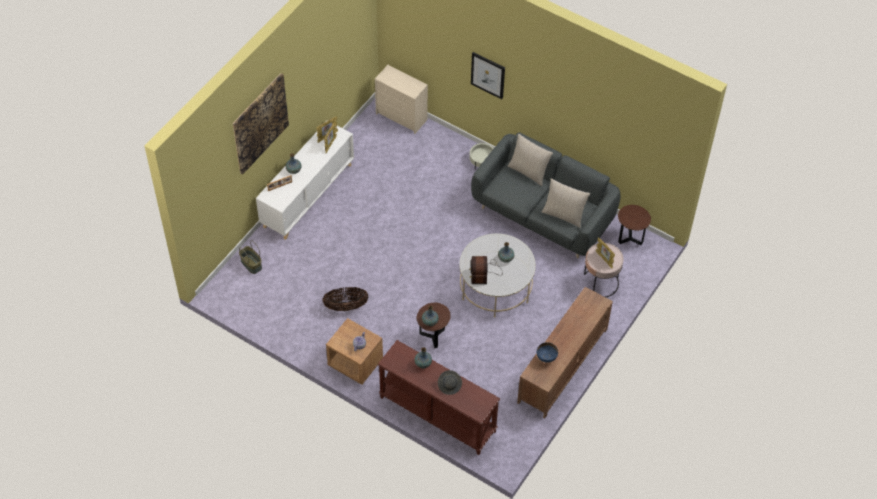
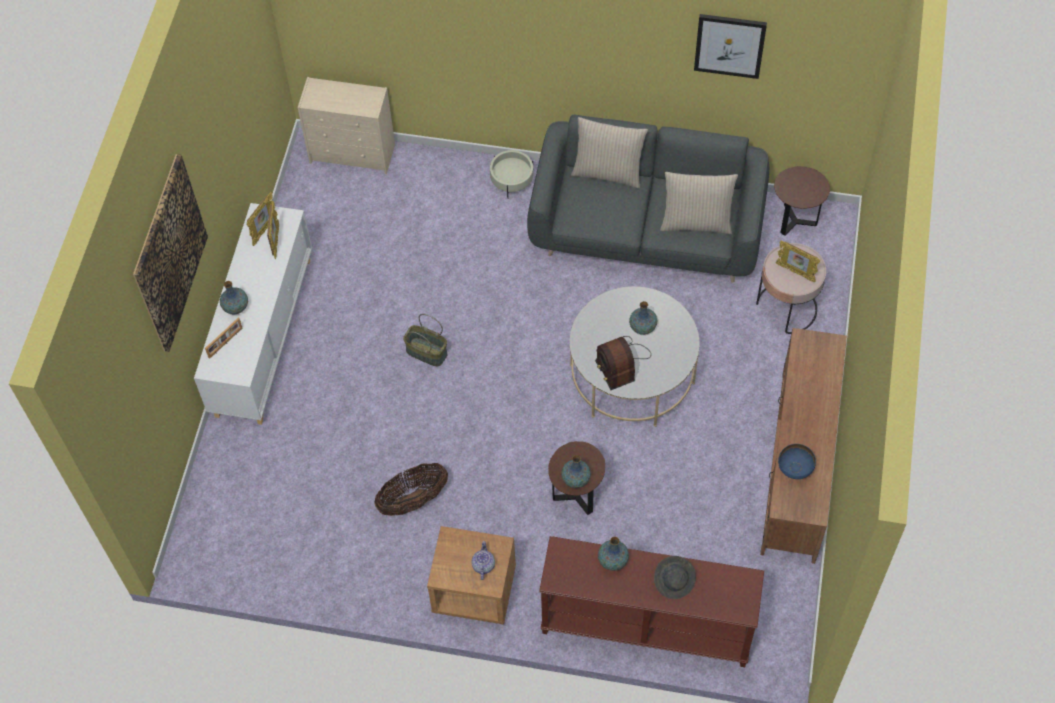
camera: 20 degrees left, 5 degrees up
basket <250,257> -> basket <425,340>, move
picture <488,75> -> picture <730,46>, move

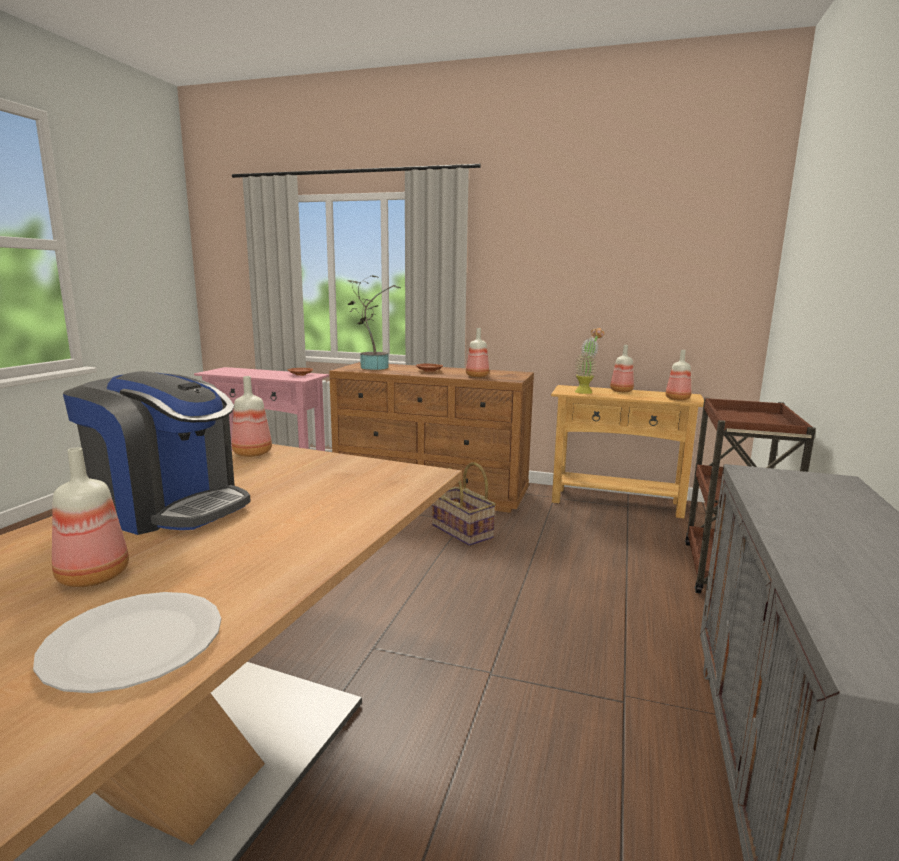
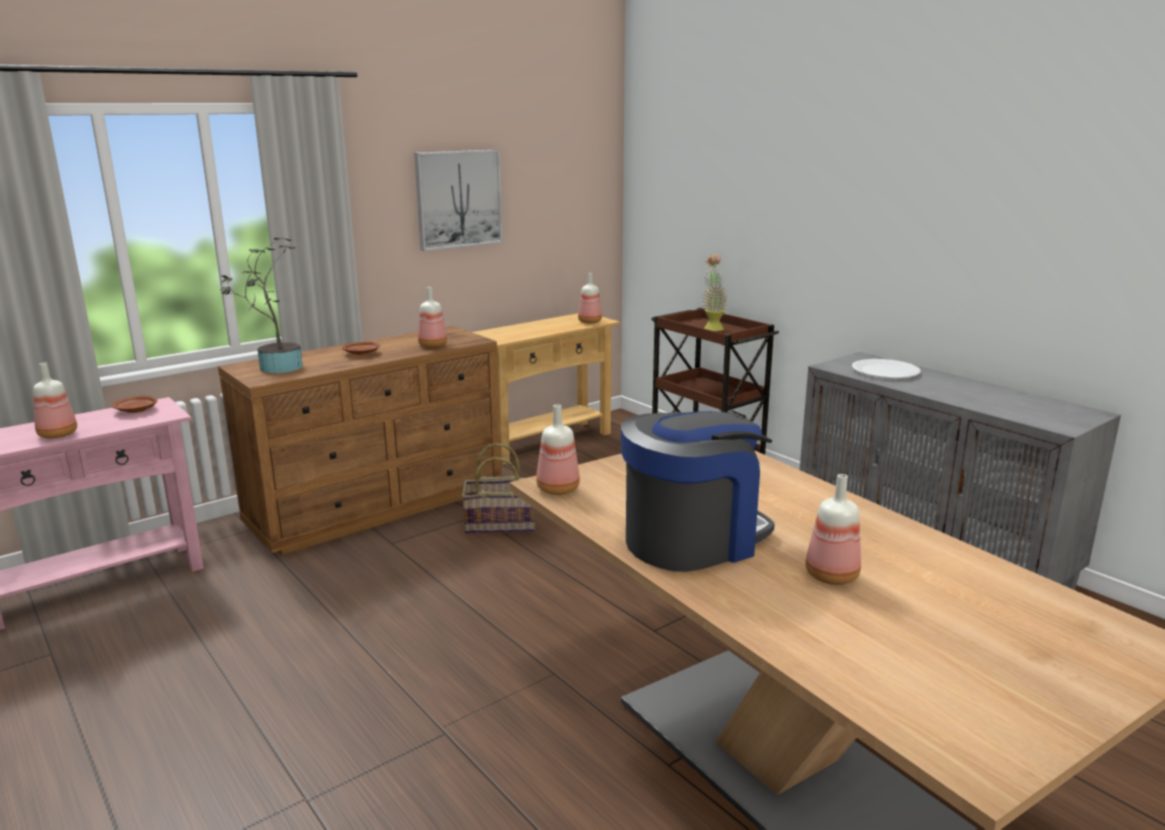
camera: 55 degrees left, 5 degrees up
none -> picture <458,200>
white-coloured dinner plate <127,642> -> white-coloured dinner plate <886,368>, move
houseplant <589,361> -> houseplant <715,292>, move
drink bottle <622,368> -> drink bottle <55,401>, move

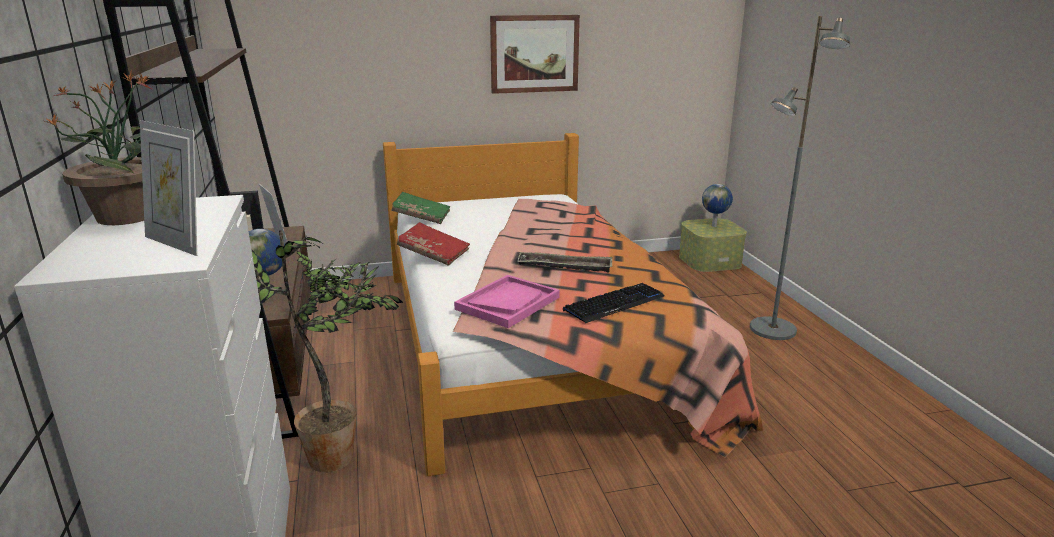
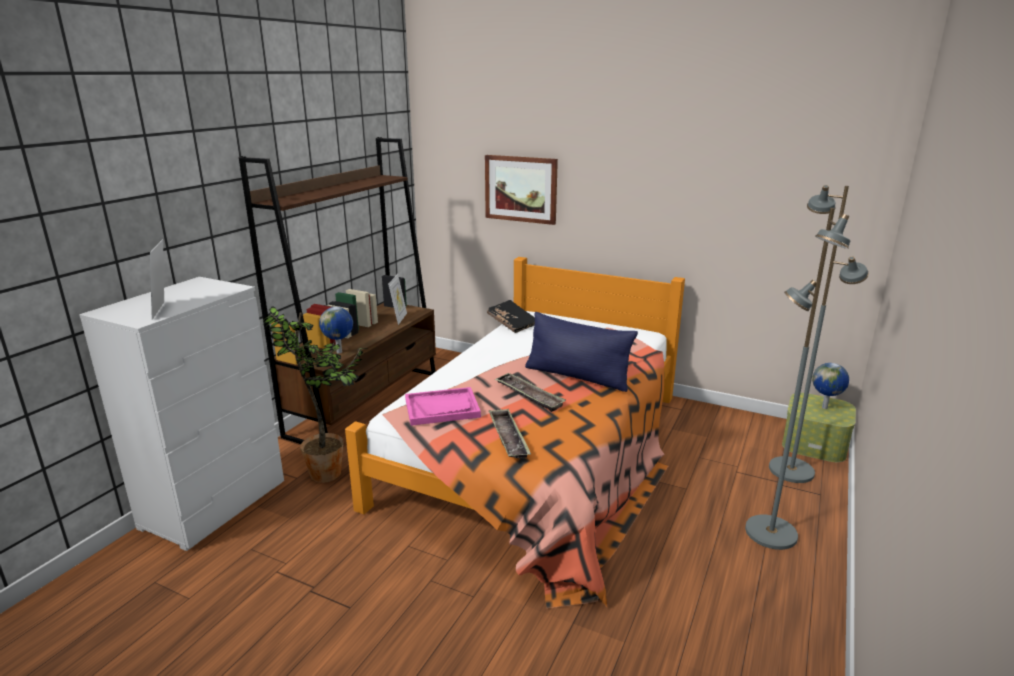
camera: 40 degrees right, 0 degrees up
houseplant <99,147> -> none
reddish bound book <433,244> -> none
none -> bluish cushion <581,352>
none -> greyish standard lamp <819,334>
picture <535,54> -> picture <521,190>, move
keyboard <614,303> -> serving tray <510,433>
green-coloured bound book <420,208> -> black-coloured bound book <511,316>

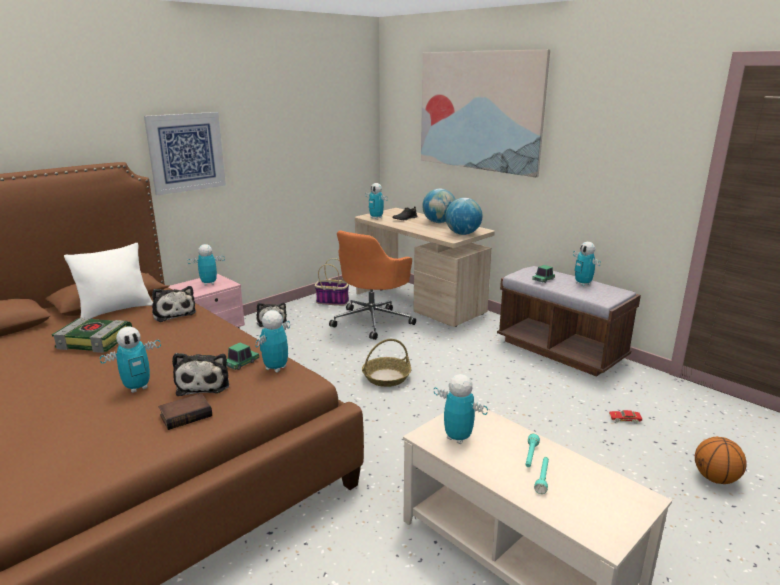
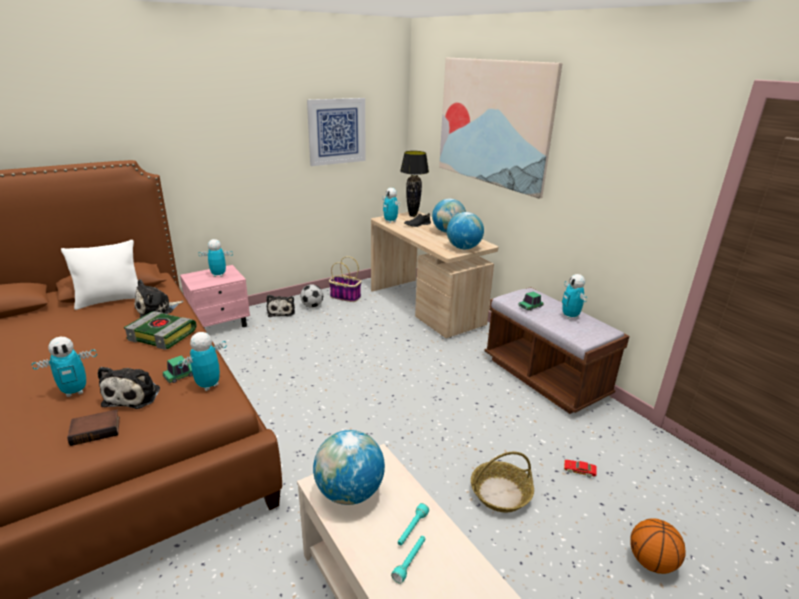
camera: 10 degrees right, 5 degrees up
orangey computer chair <372,285> -> none
none -> football <311,296>
none -> black-coloured tabletop lamp <414,184>
bound book <92,335> -> bound book <160,330>, move
picture <185,153> -> picture <336,132>, move
basket <386,363> -> basket <502,482>, move
model robot <460,409> -> globe <349,467>
soft toy <174,304> -> soft toy <159,298>, 75 degrees clockwise

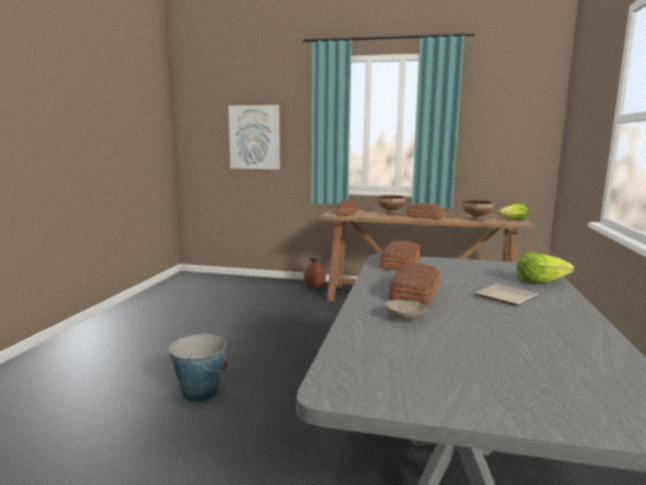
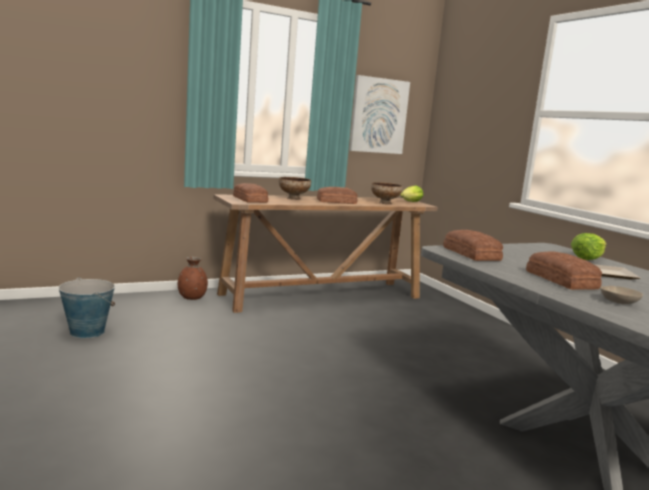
camera: 40 degrees left, 0 degrees up
bucket <198,367> -> bucket <86,308>, move
picture <254,137> -> picture <379,114>, move

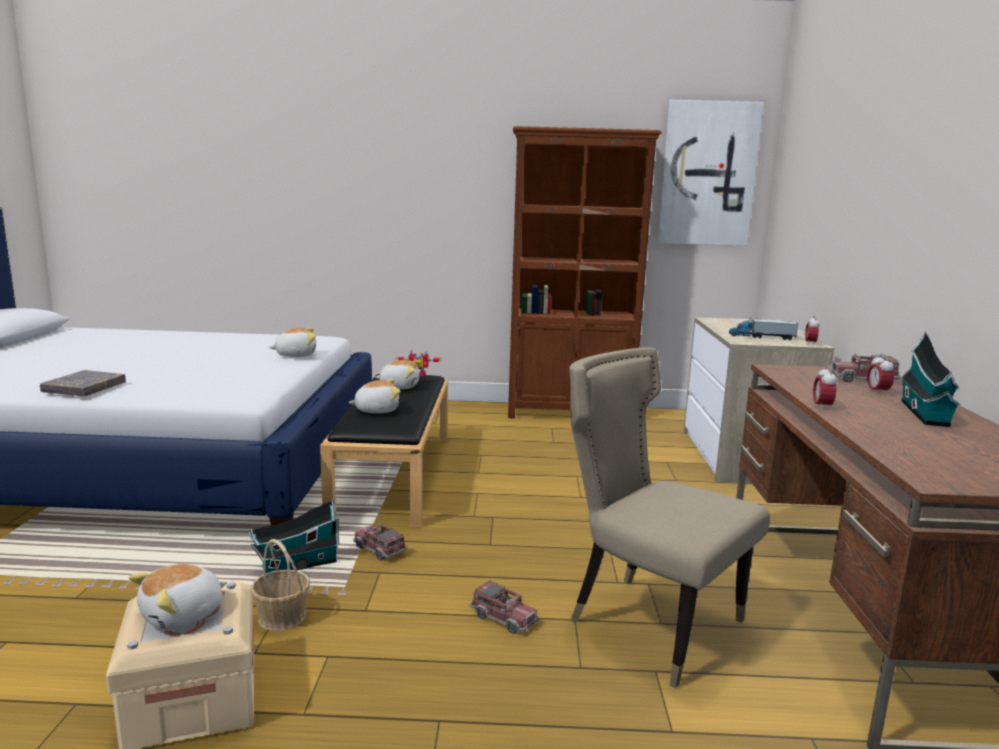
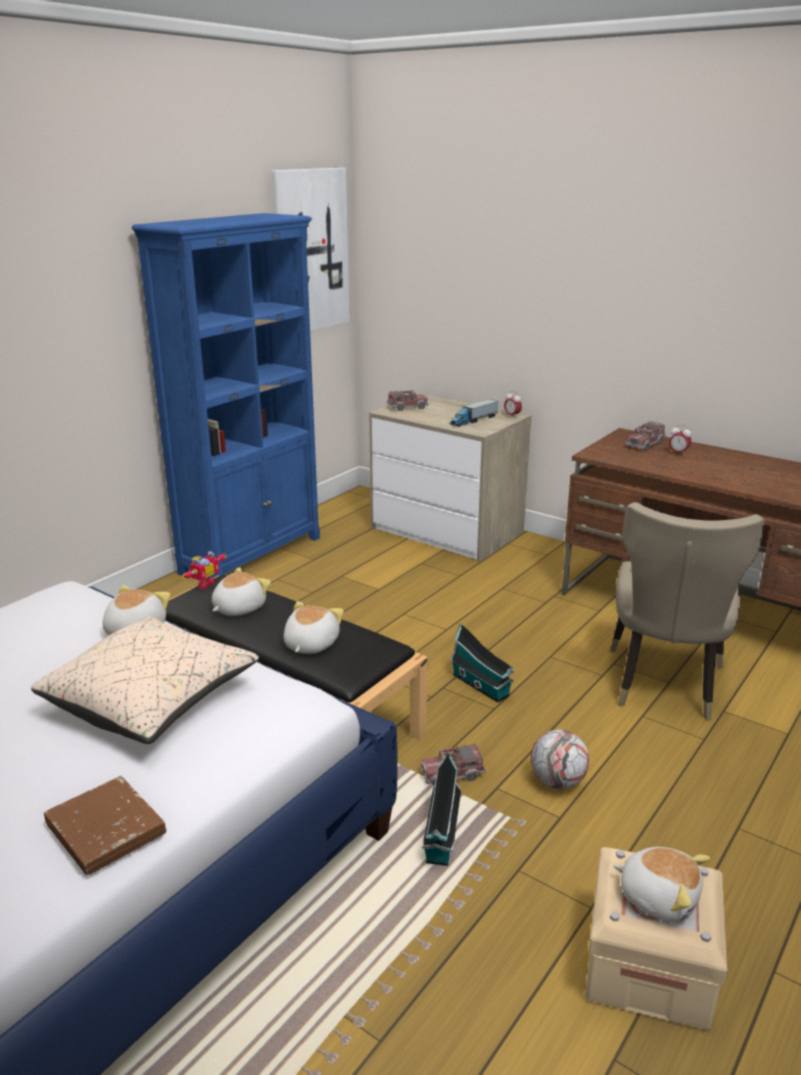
camera: 55 degrees left, 10 degrees up
basket <281,585> -> none
bedside clock <825,387> -> none
none -> beige cushion <145,680>
none -> football <560,759>
toy lorry <504,607> -> toy lorry <407,400>, move
toy house <931,379> -> toy house <482,663>, move
greyish bound book <83,383> -> brownish bound book <105,825>
brownish bookshelf <585,272> -> bluish bookshelf <226,395>
soft toy <178,597> -> soft toy <661,884>, 45 degrees counterclockwise
beige plain chair <669,518> -> beige plain chair <687,611>, 60 degrees counterclockwise

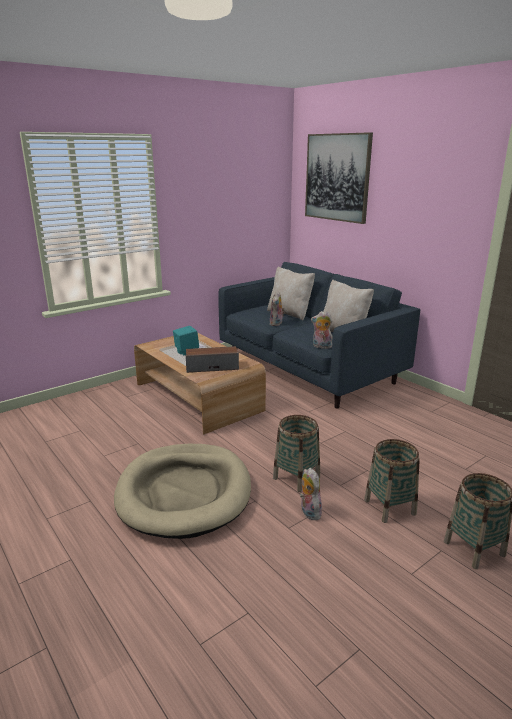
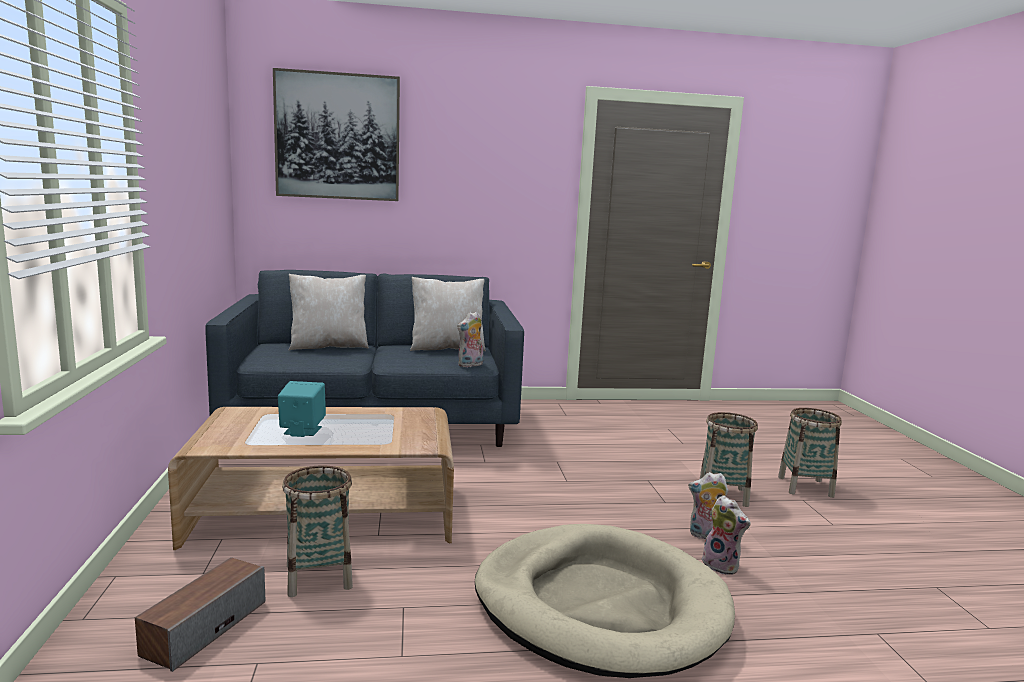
camera: 60 degrees left, 10 degrees down
audio speaker <212,359> -> audio speaker <200,614>, move
soft toy <277,308> -> soft toy <726,535>, move
basket <296,453> -> basket <317,531>, move

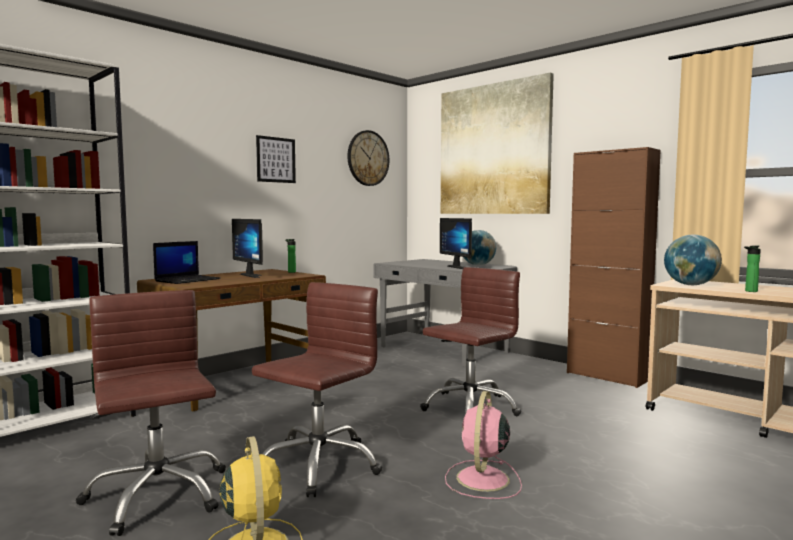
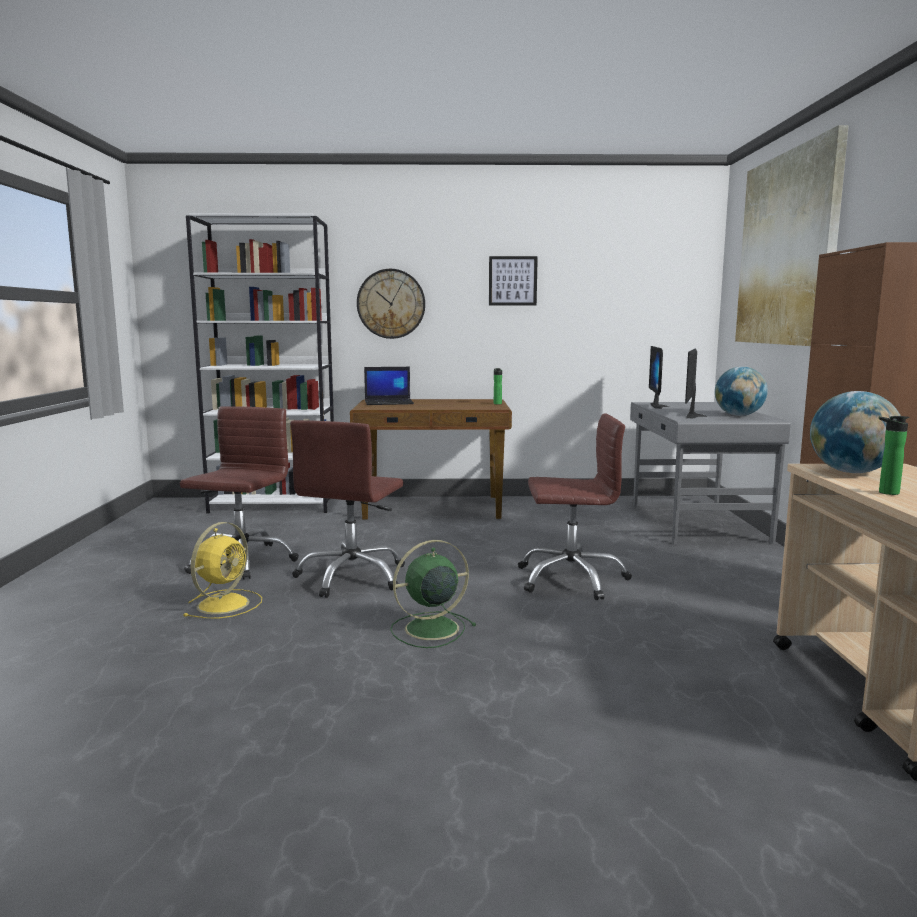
camera: 45 degrees right, 5 degrees up
computer screen <247,248> -> computer screen <659,377>, move
wall clock <368,158> -> wall clock <391,304>, move
pink-coloured cooling fan <483,445> -> green-coloured cooling fan <433,594>
brownish computer chair <317,389> -> brownish computer chair <347,509>, 120 degrees clockwise

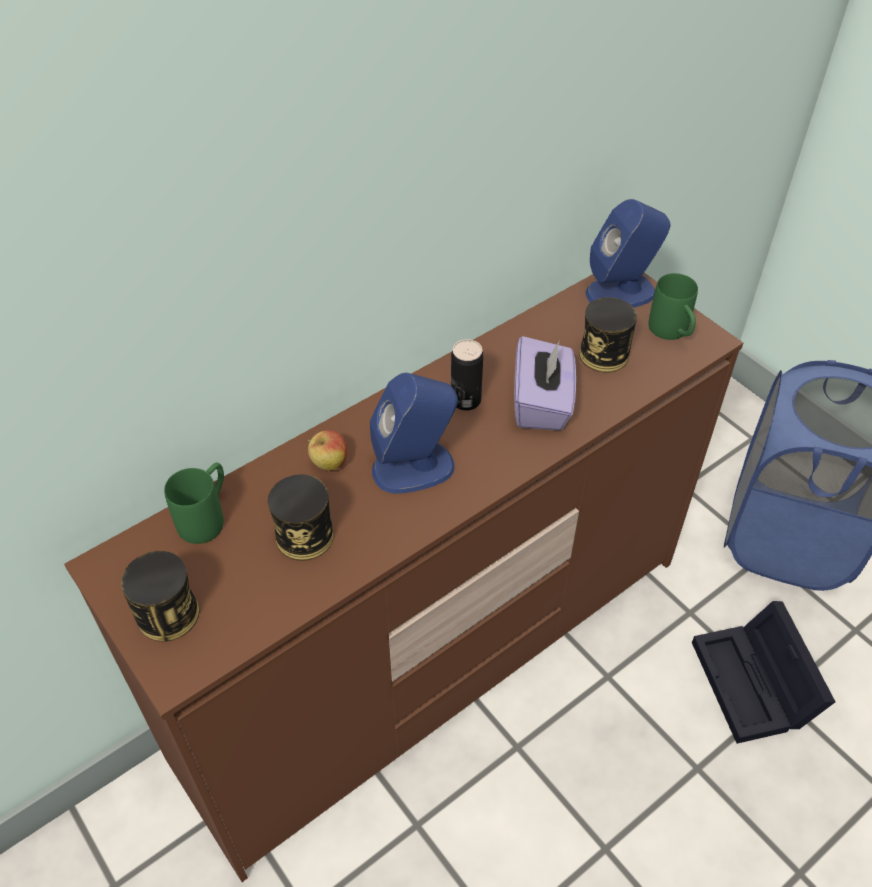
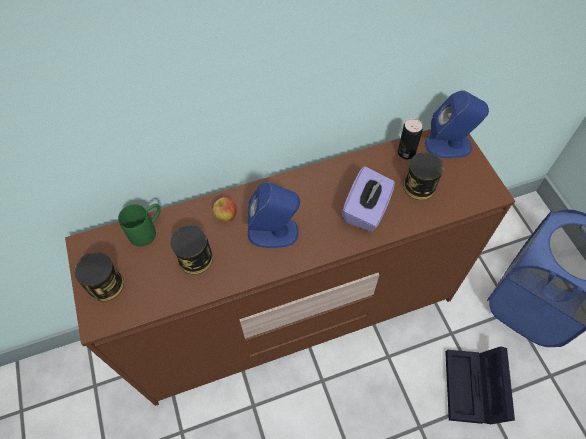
camera: 20 degrees right, 10 degrees up
green-coloured mug <673,306> -> none
metal can <467,375> -> metal can <410,138>, move

